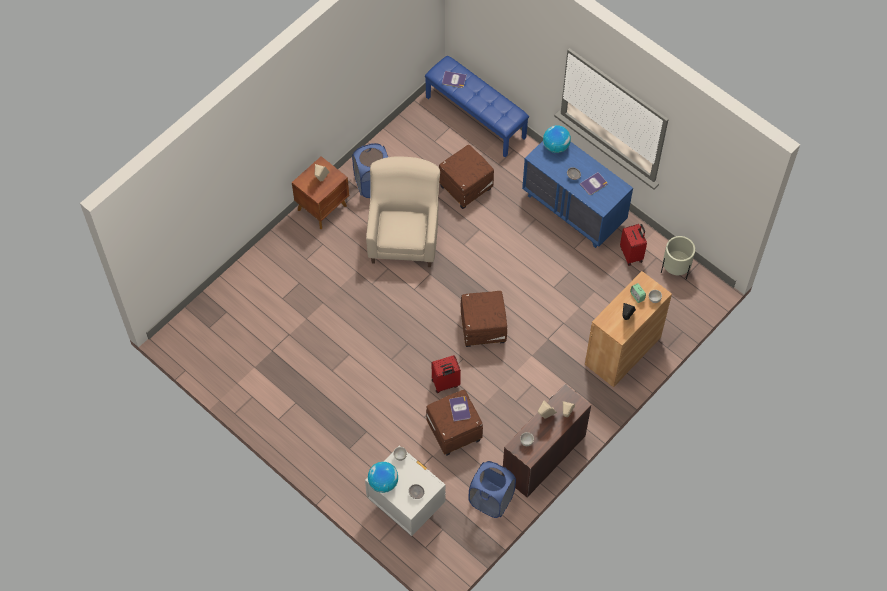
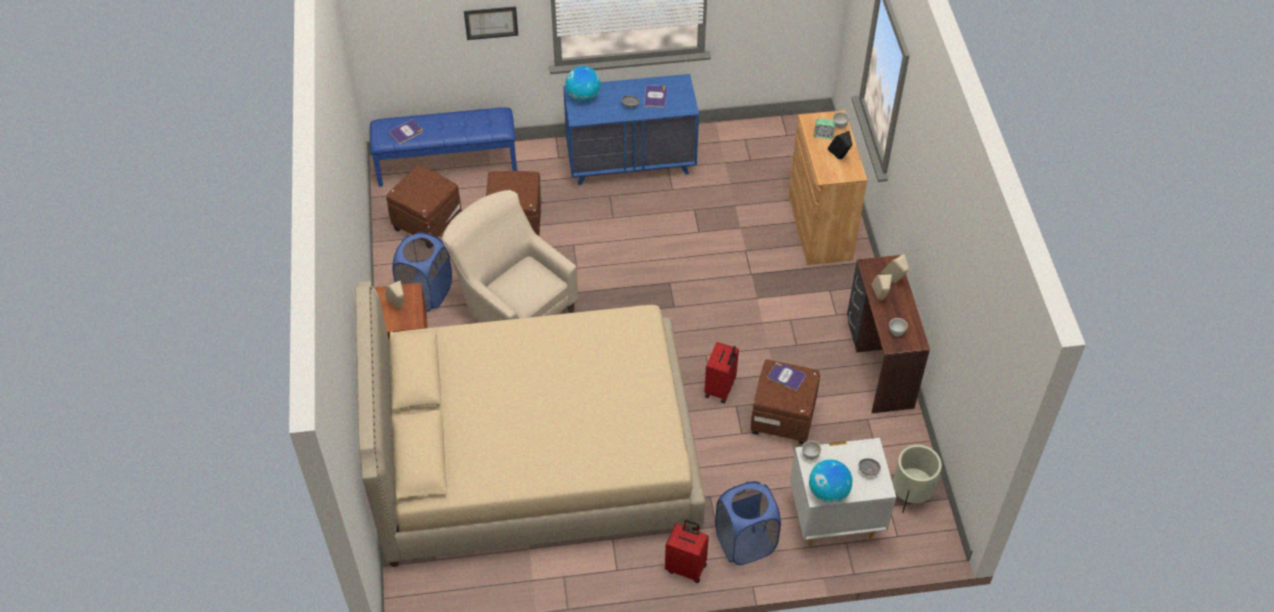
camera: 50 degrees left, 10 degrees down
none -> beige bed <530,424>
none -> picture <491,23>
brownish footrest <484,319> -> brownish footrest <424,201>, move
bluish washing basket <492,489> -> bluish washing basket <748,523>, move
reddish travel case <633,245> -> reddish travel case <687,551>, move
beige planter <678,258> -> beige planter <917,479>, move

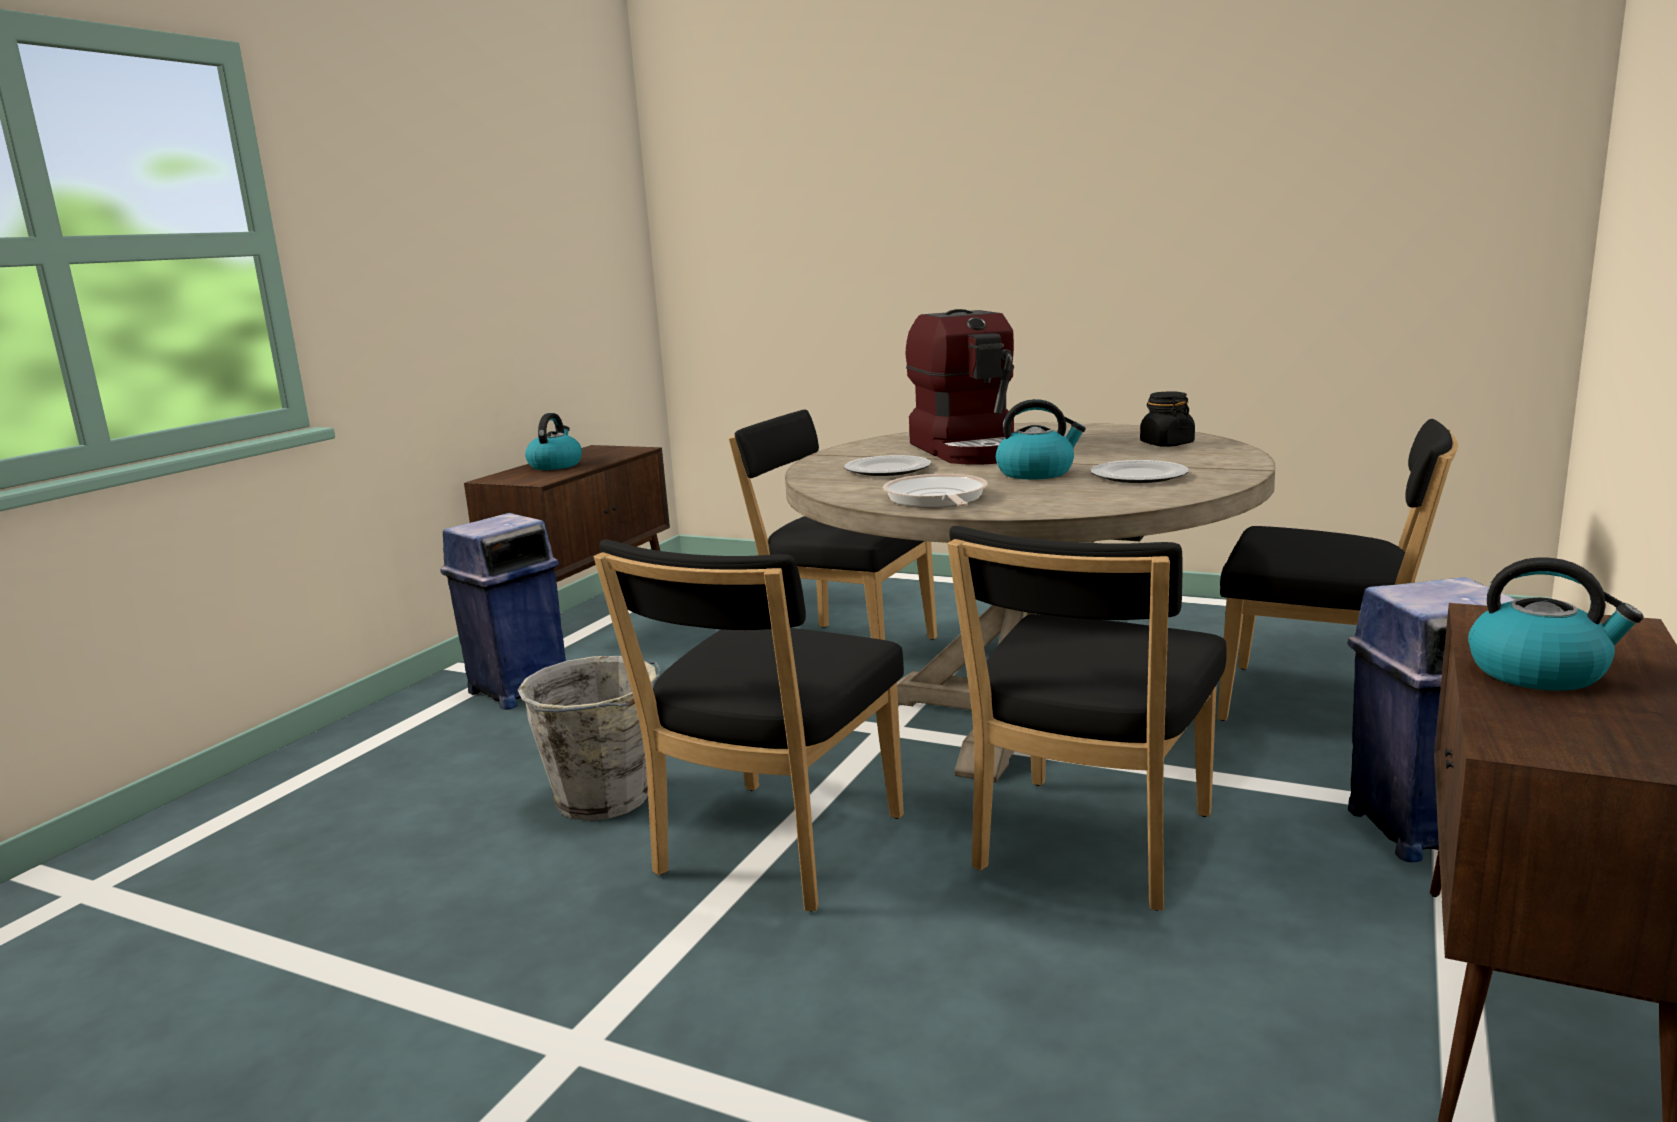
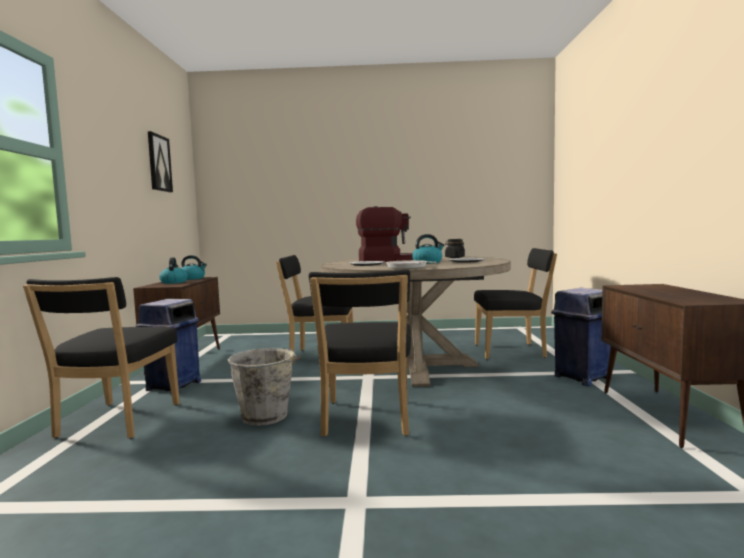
camera: 25 degrees left, 10 degrees down
none -> picture <160,161>
black-coloured plain chair <1087,718> -> black-coloured plain chair <101,358>, move
kettle <1556,624> -> kettle <194,267>, move
coffee maker <960,387> -> coffee maker <384,234>, 60 degrees counterclockwise

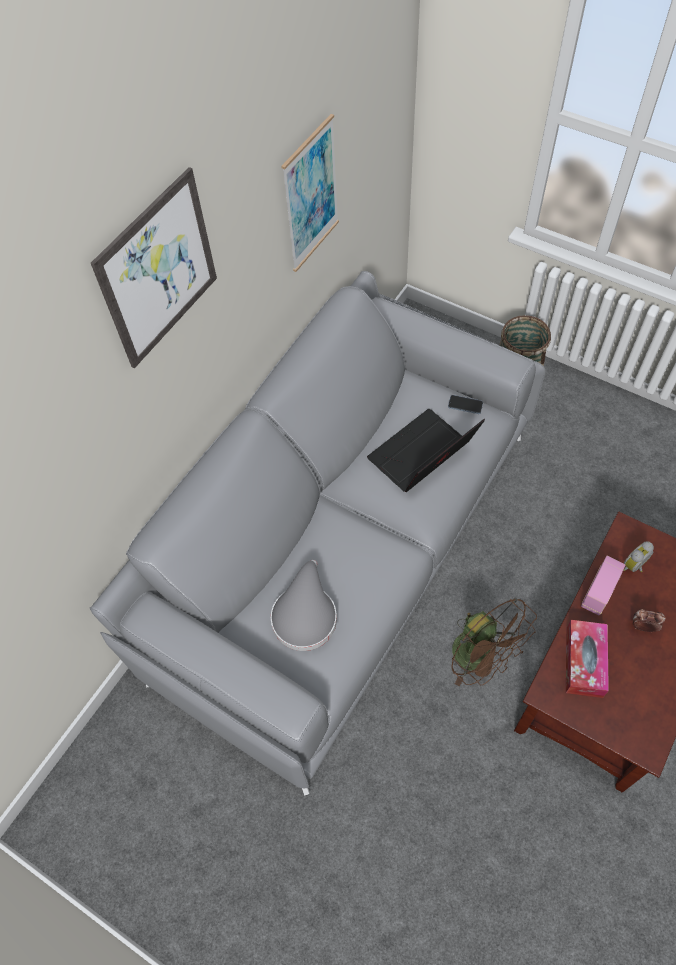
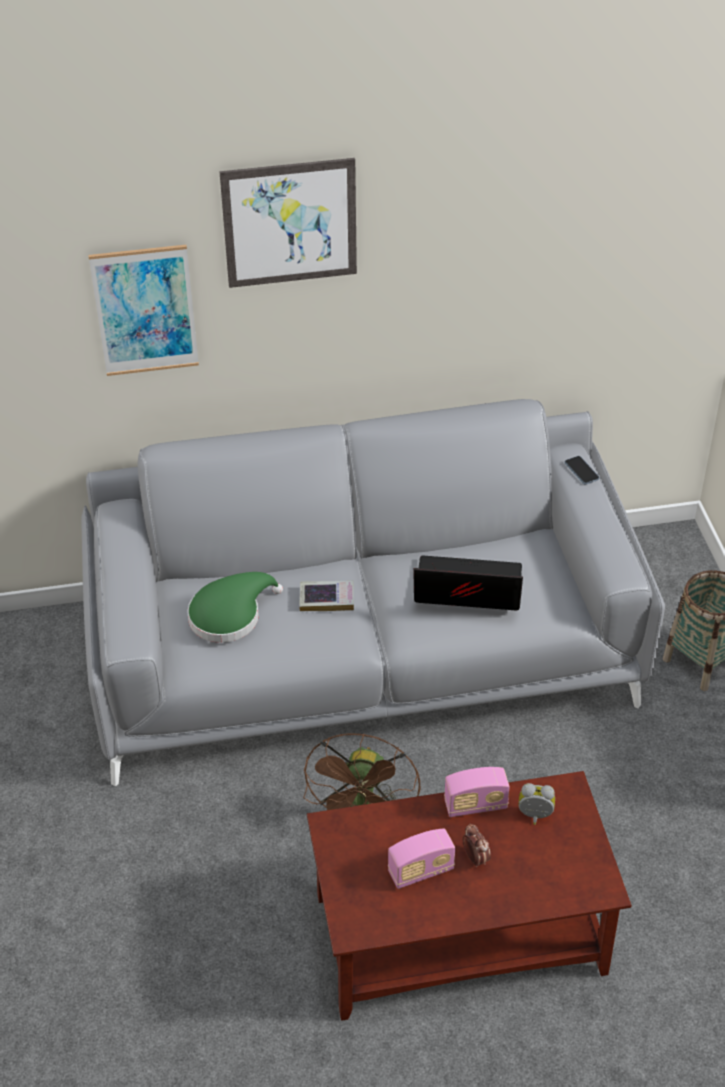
camera: 45 degrees right, 15 degrees down
tissue holder <587,659> -> none
none -> bound book <326,596>
none -> radio <421,859>
picture <310,193> -> picture <143,310>, move
phone <465,404> -> phone <582,470>, move
greyish wearable hat <304,605> -> green-coloured wearable hat <235,607>

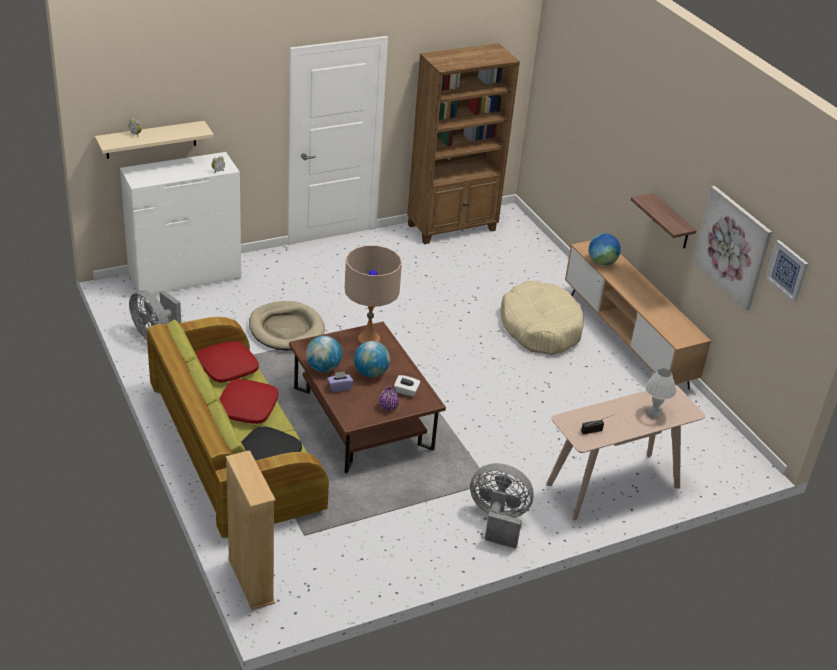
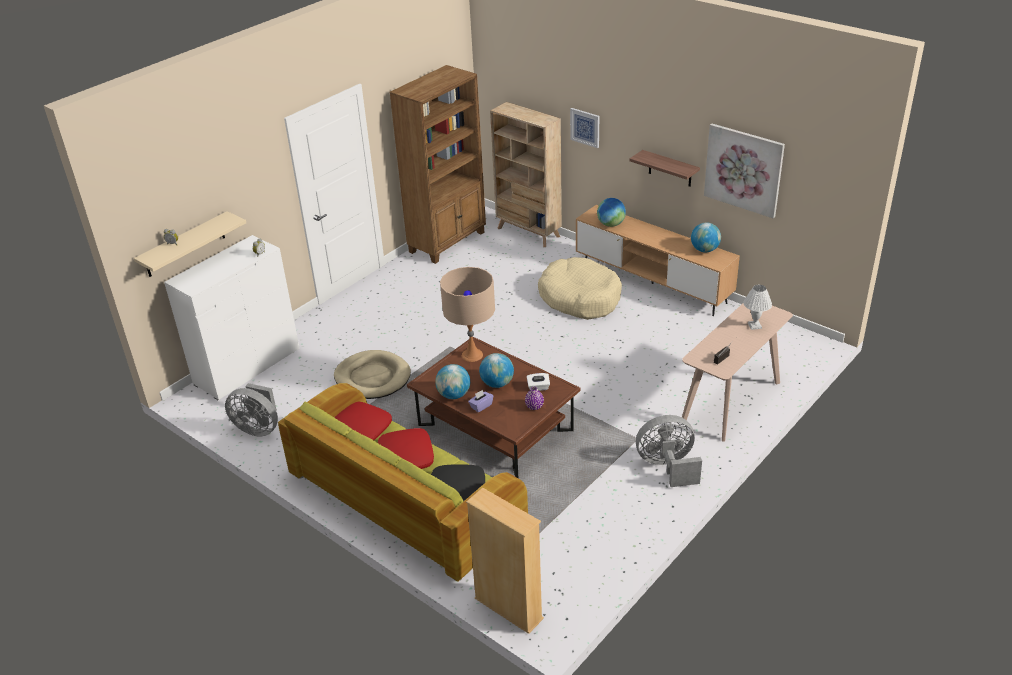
camera: 20 degrees left, 0 degrees up
none -> beige bookshelf <526,174>
none -> globe <706,237>
picture <787,271> -> picture <584,128>, move

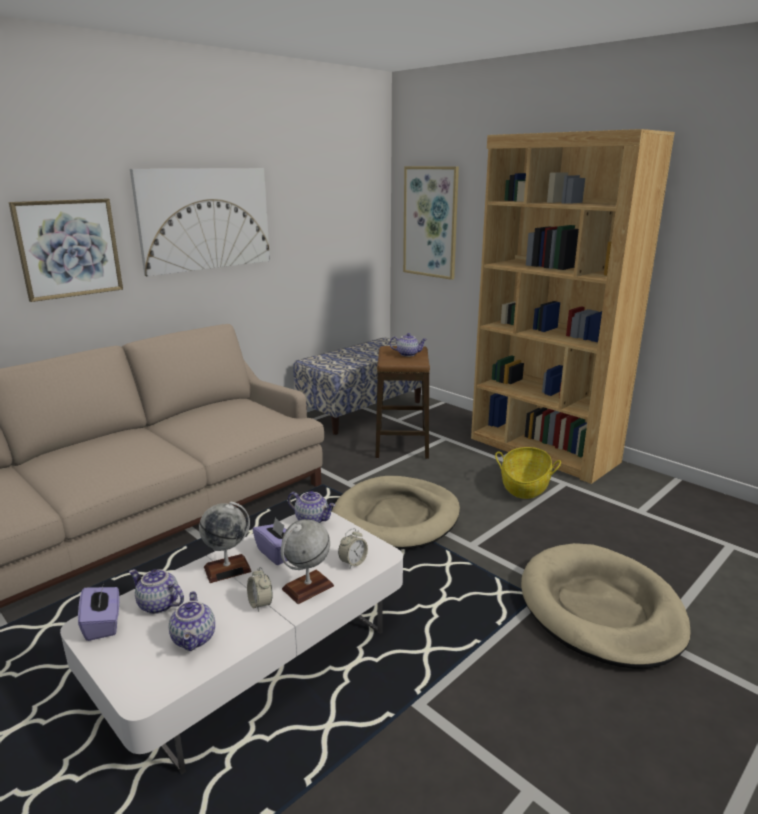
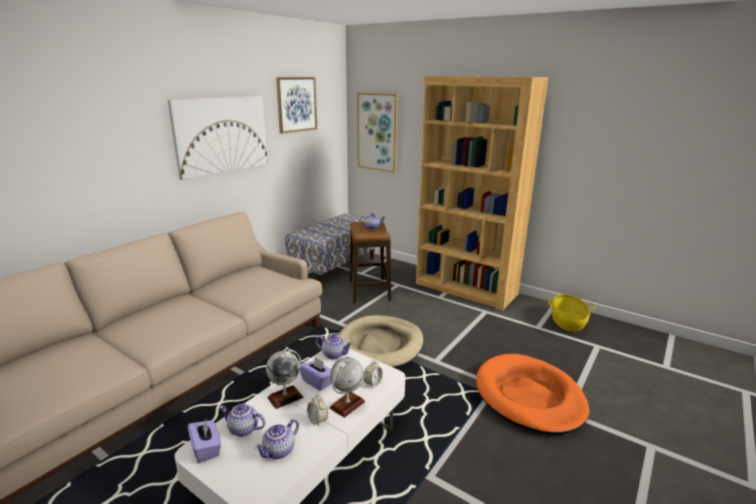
camera: 10 degrees left, 0 degrees up
picture <66,250> -> picture <296,105>, move
basket <528,473> -> basket <571,313>, move
beige dog bed <606,606> -> orangey dog bed <532,394>
teapot <192,621> -> teapot <276,439>, 60 degrees clockwise

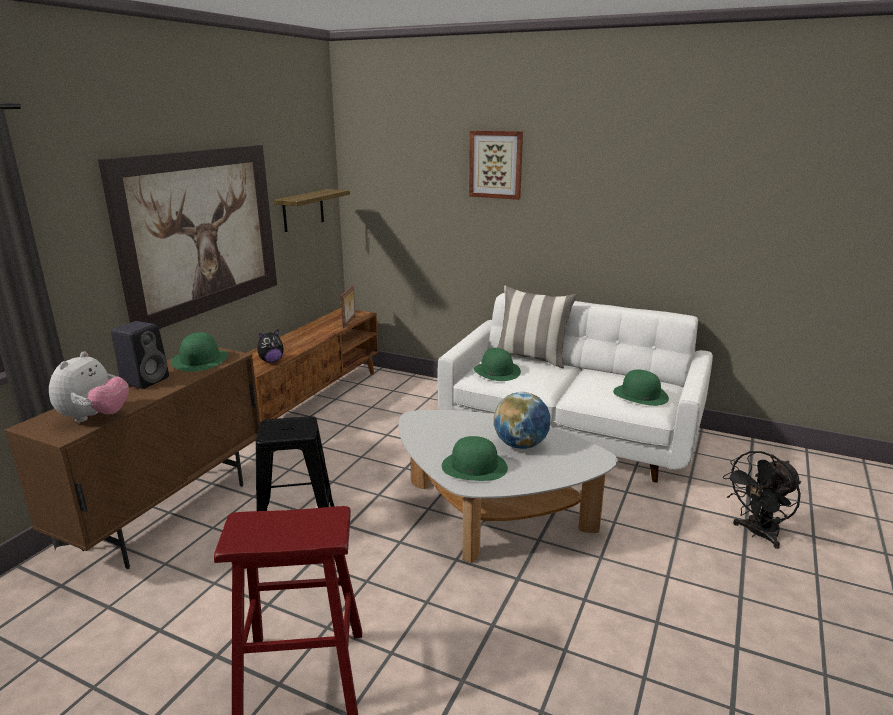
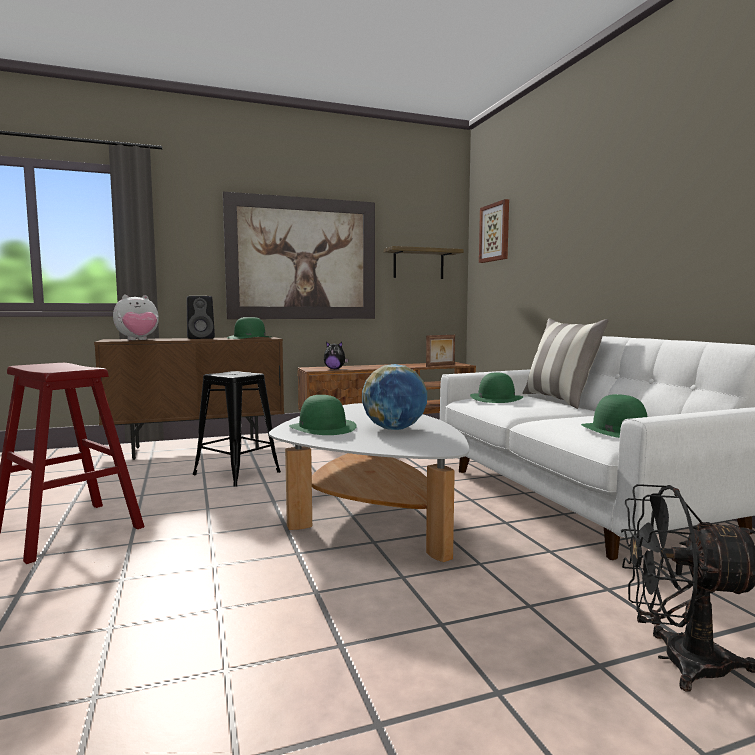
camera: 45 degrees right, 15 degrees down
picture <496,165> -> picture <494,231>, move

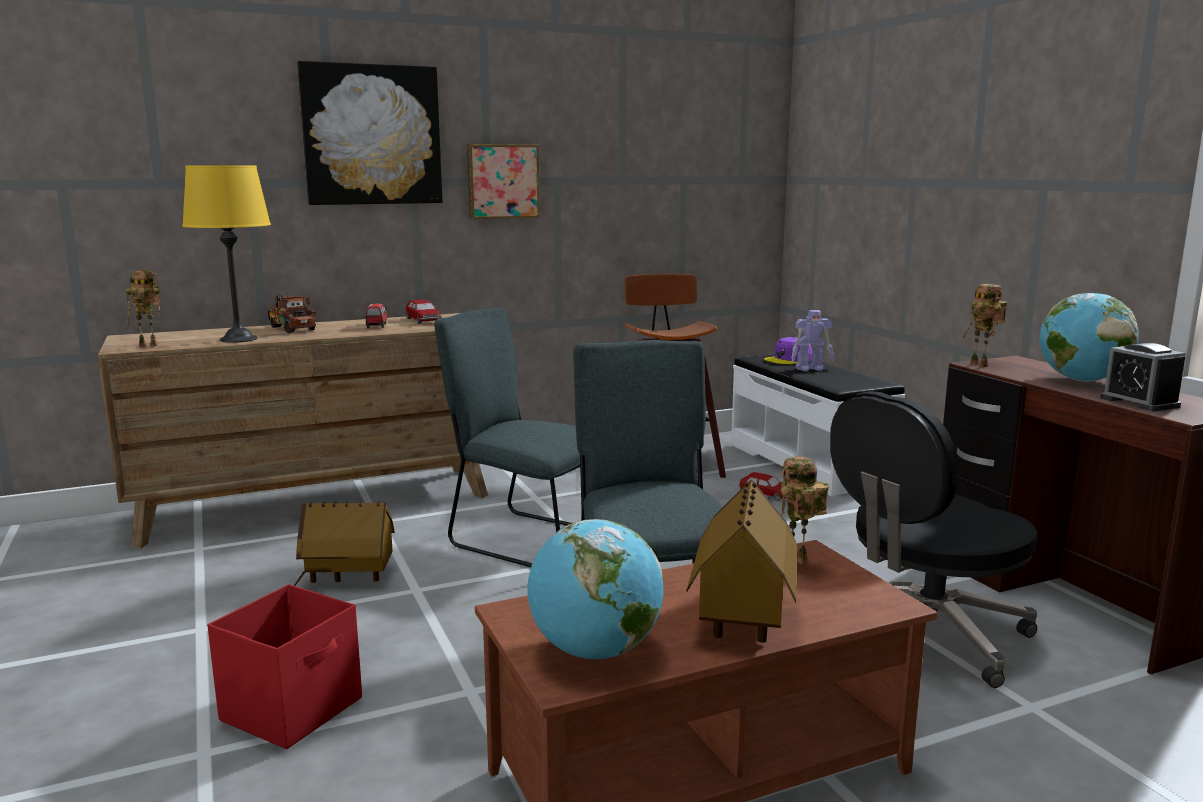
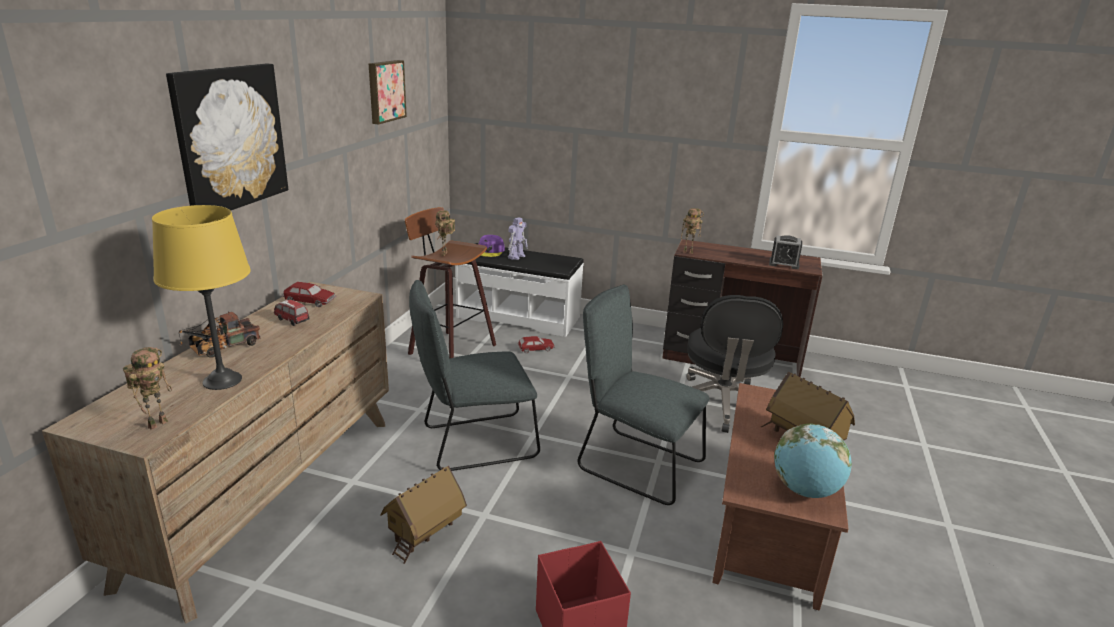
camera: 50 degrees left, 10 degrees up
globe <1089,337> -> none
picture <503,181> -> picture <388,92>, move
model robot <805,510> -> model robot <445,233>, move
toy lorry <292,313> -> toy lorry <220,334>, 45 degrees counterclockwise

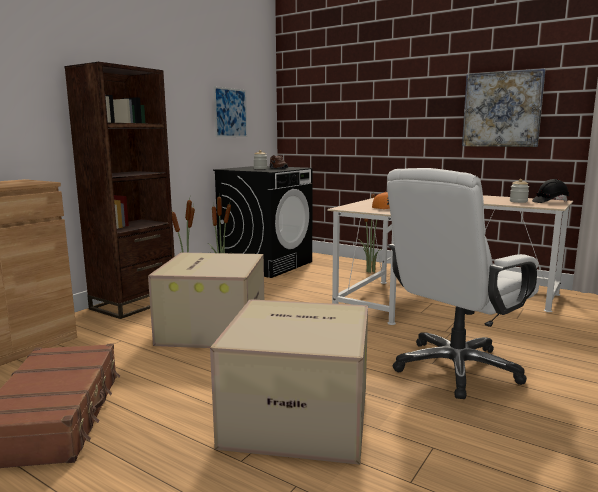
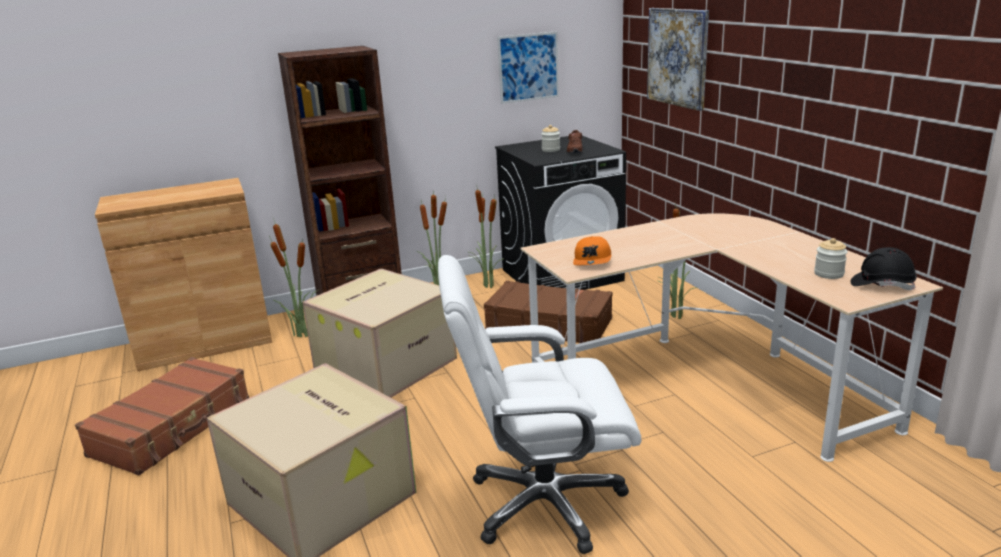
camera: 35 degrees right, 10 degrees up
none -> houseplant <294,277>
none -> brownish travel case <548,312>
picture <504,108> -> picture <678,59>, move

